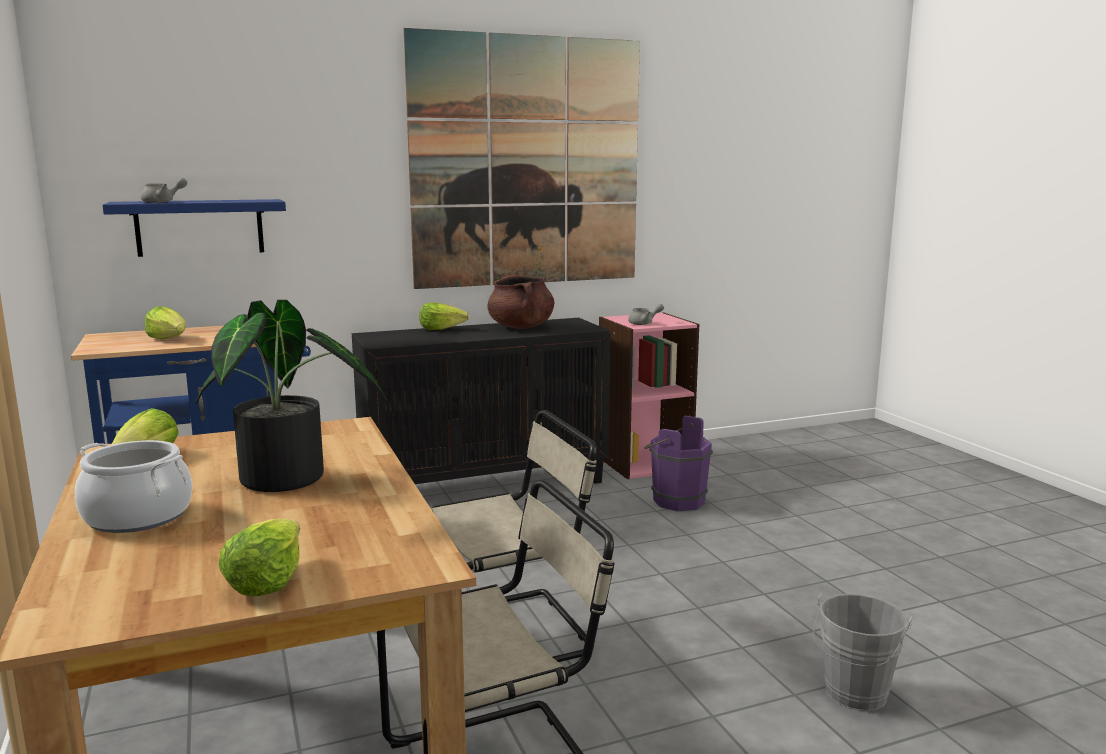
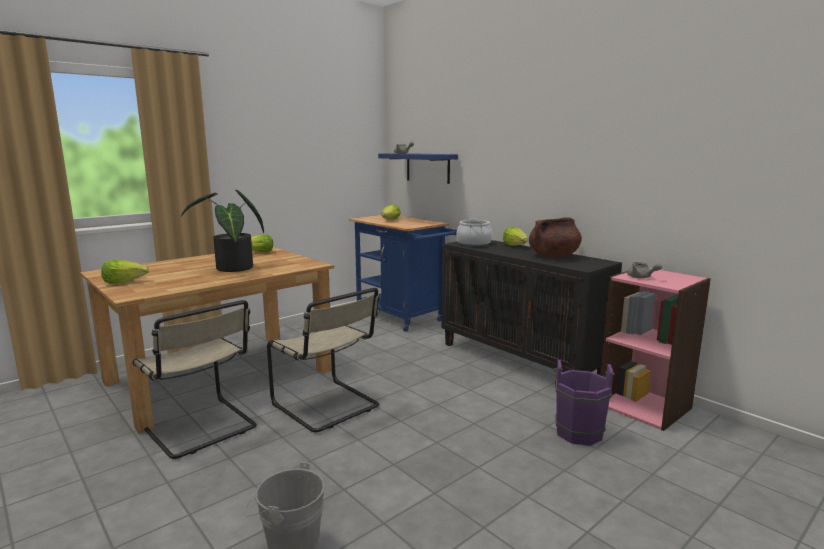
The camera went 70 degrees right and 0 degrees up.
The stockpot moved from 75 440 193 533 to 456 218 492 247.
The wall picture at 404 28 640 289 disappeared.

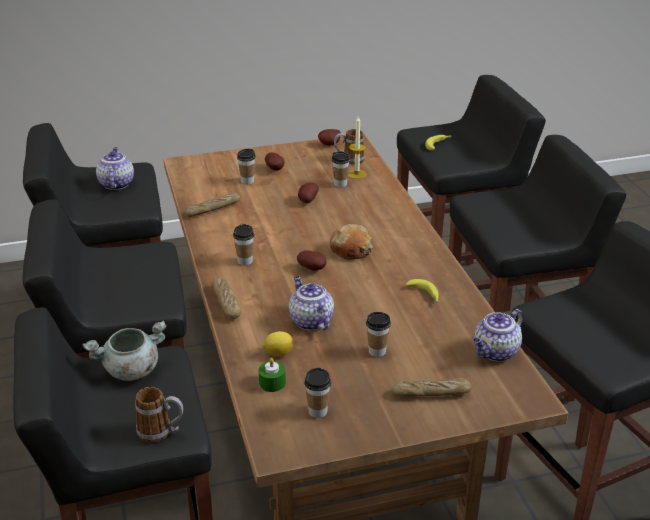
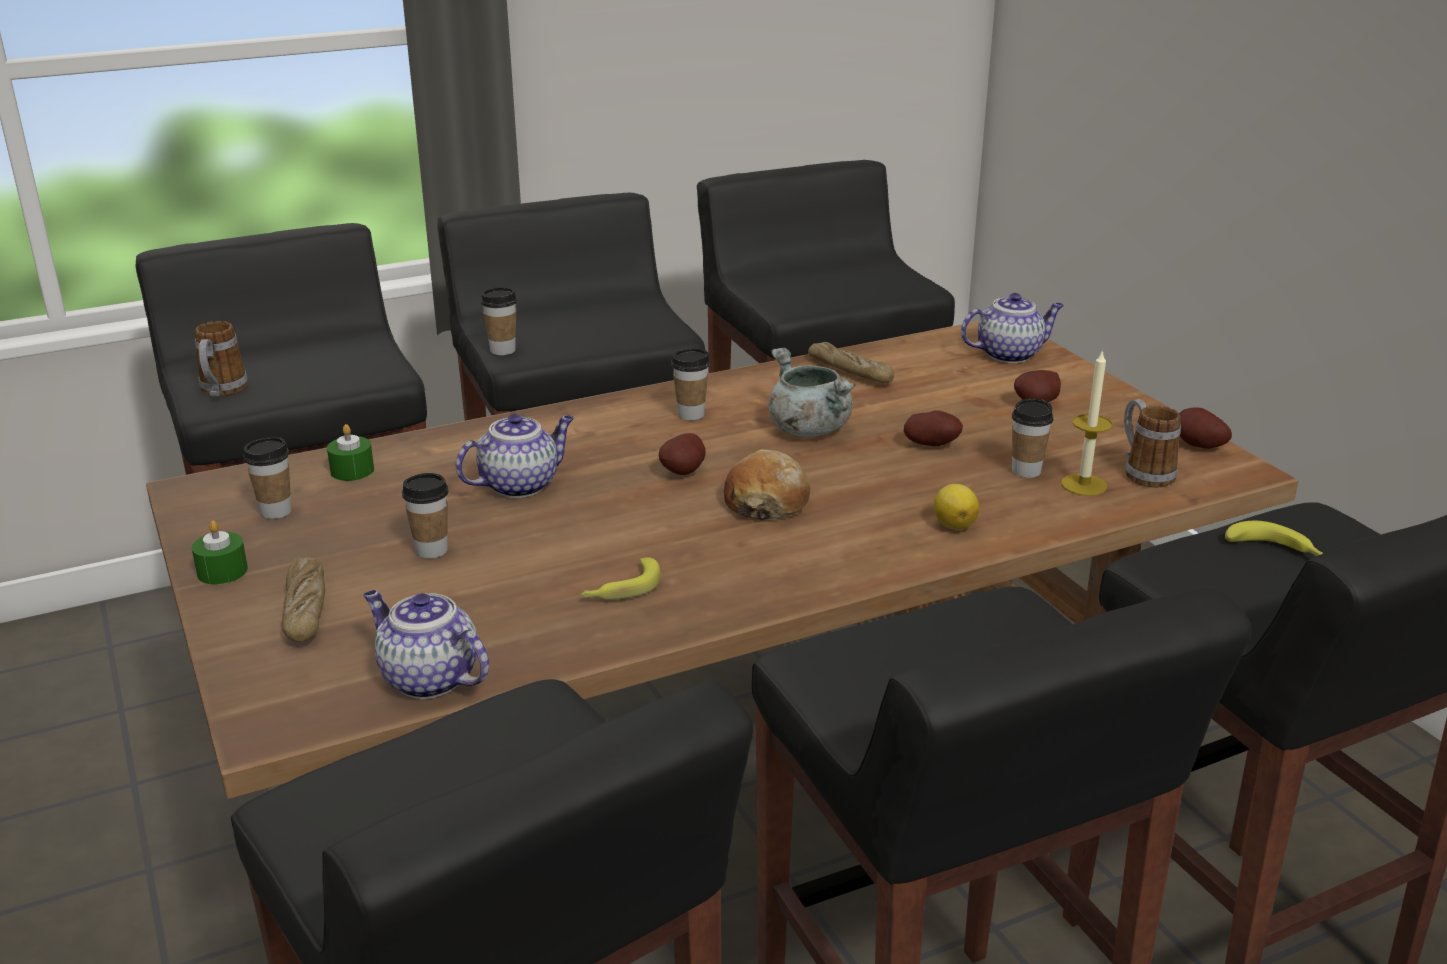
The camera went 80 degrees right and 5 degrees down.
The green-coloured candle at 192 521 248 584 appeared.
The cup moved from 237 149 256 184 to 481 287 517 355.
The grey stockpot moved from 82 321 166 381 to 768 348 855 437.
The citrus fruit moved from 263 331 293 357 to 934 484 979 530.
The pot for tea moved from 96 147 134 190 to 961 293 1064 363.
The bakery bread at 212 278 241 319 disappeared.

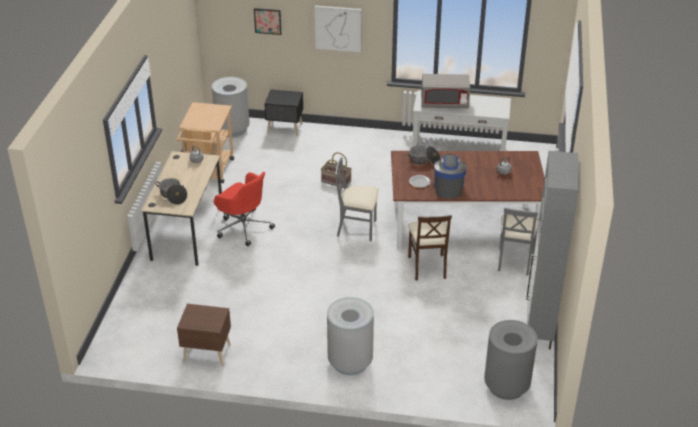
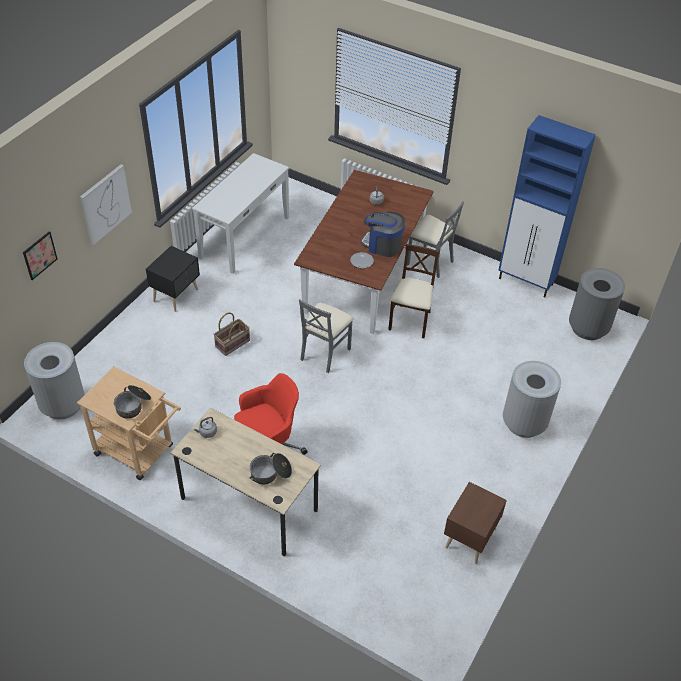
The camera went 70 degrees left and 10 degrees up.
The stockpot moved from 407 145 440 165 to 114 385 151 419.
The black night table moved from 264 89 303 136 to 146 246 200 312.
The beige plain chair at 408 215 452 280 turned 90 degrees counterclockwise.
The grey cabinet at 526 151 579 350 became the bluish cabinet at 498 115 596 297.
The grey microwave at 421 74 470 108 disappeared.

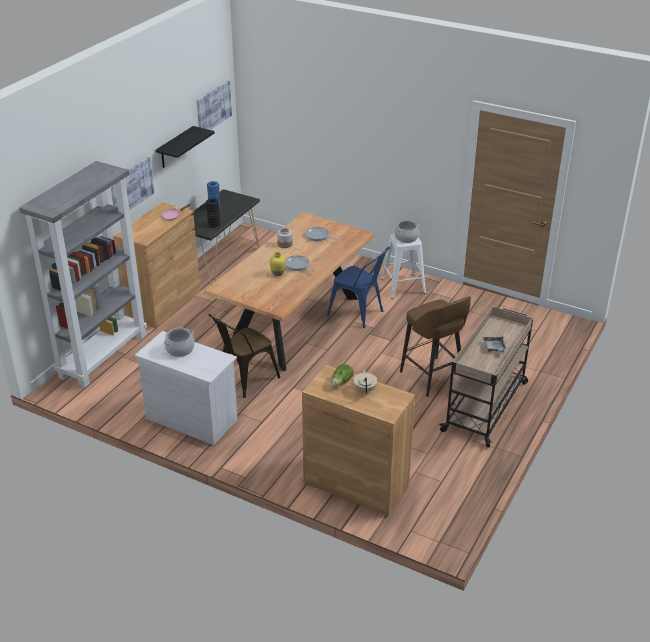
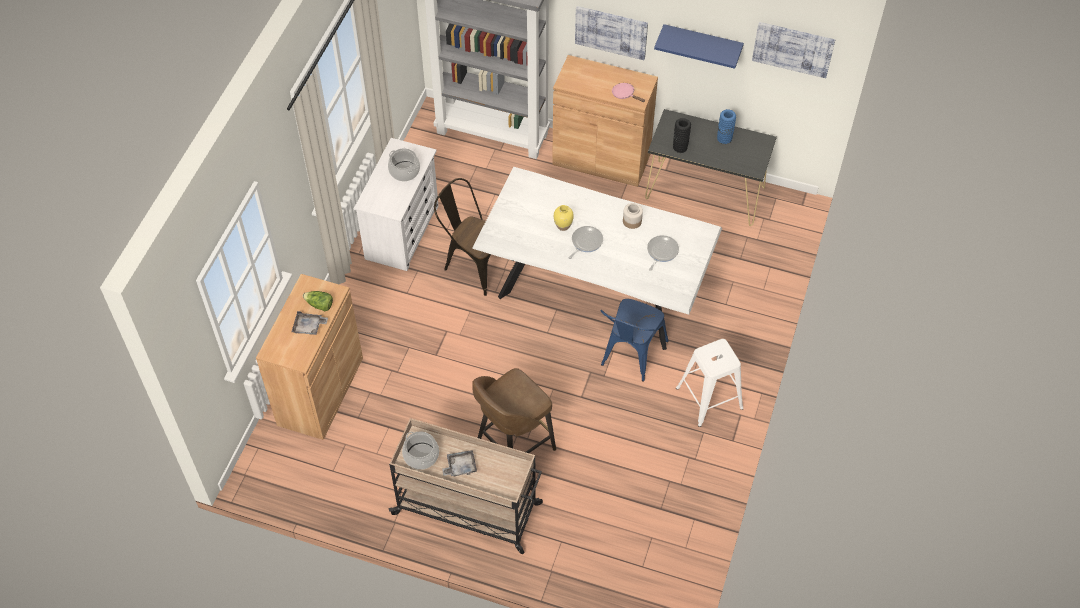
The camera went 80 degrees right and 20 degrees up.
The beige pot for tea at 353 369 377 394 was replaced by the grey tray at 291 311 328 335.
The stockpot moved from 394 220 419 243 to 402 431 439 470.
The brownish dinner table at 203 212 375 371 became the whitish dinner table at 472 167 722 350.
The black bracket shelf at 156 126 214 168 became the bluish bracket shelf at 654 24 744 69.

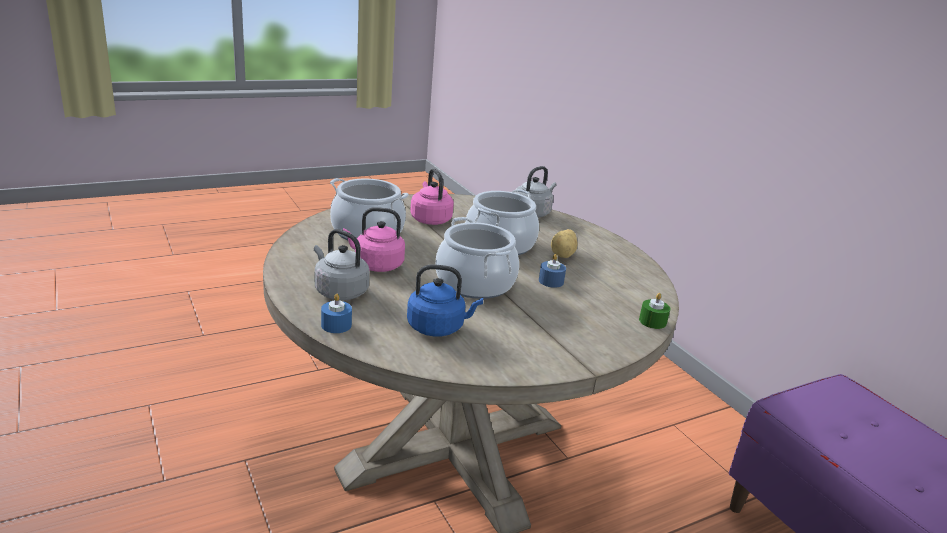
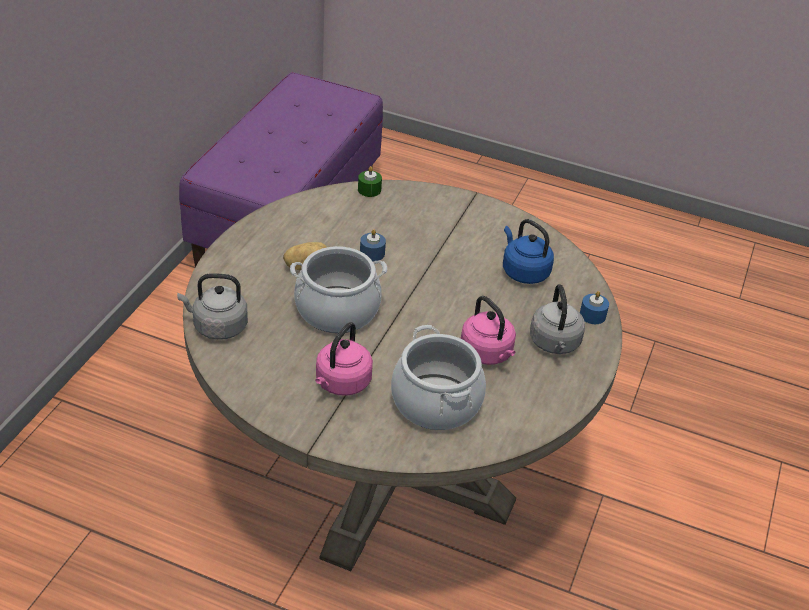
The camera went 130 degrees left and 15 degrees up.
The stockpot at 435 217 519 299 disappeared.

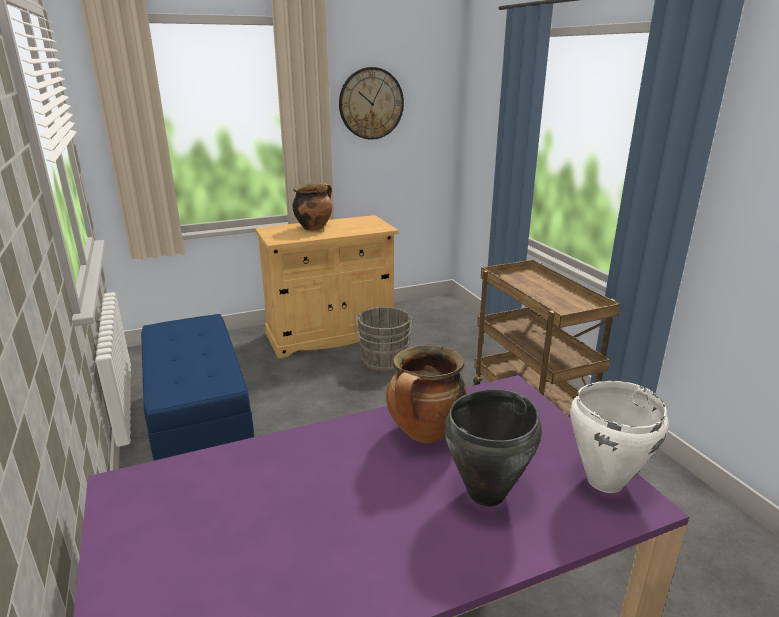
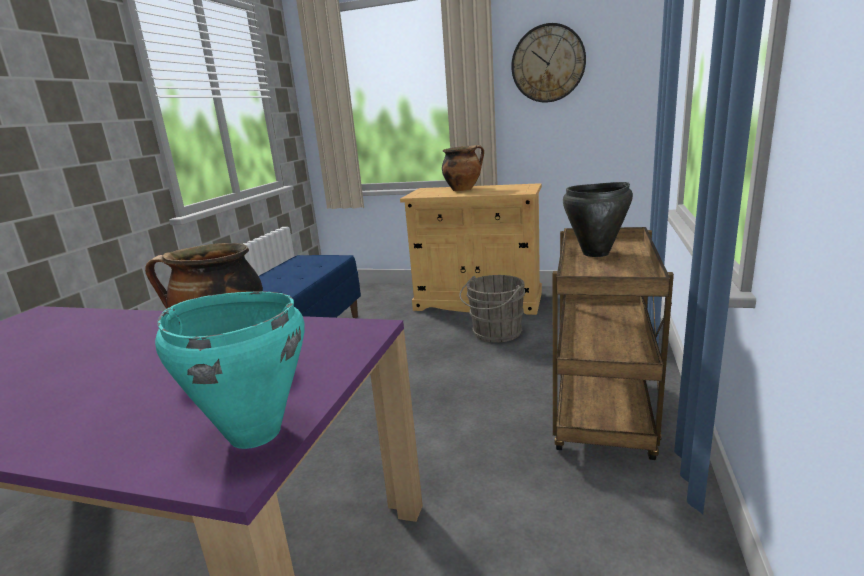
The camera went 40 degrees right and 5 degrees down.
The whitish stockpot at 570 381 669 493 became the blue-green stockpot at 155 292 304 449.
The black stockpot moved from 444 389 542 506 to 563 182 633 257.

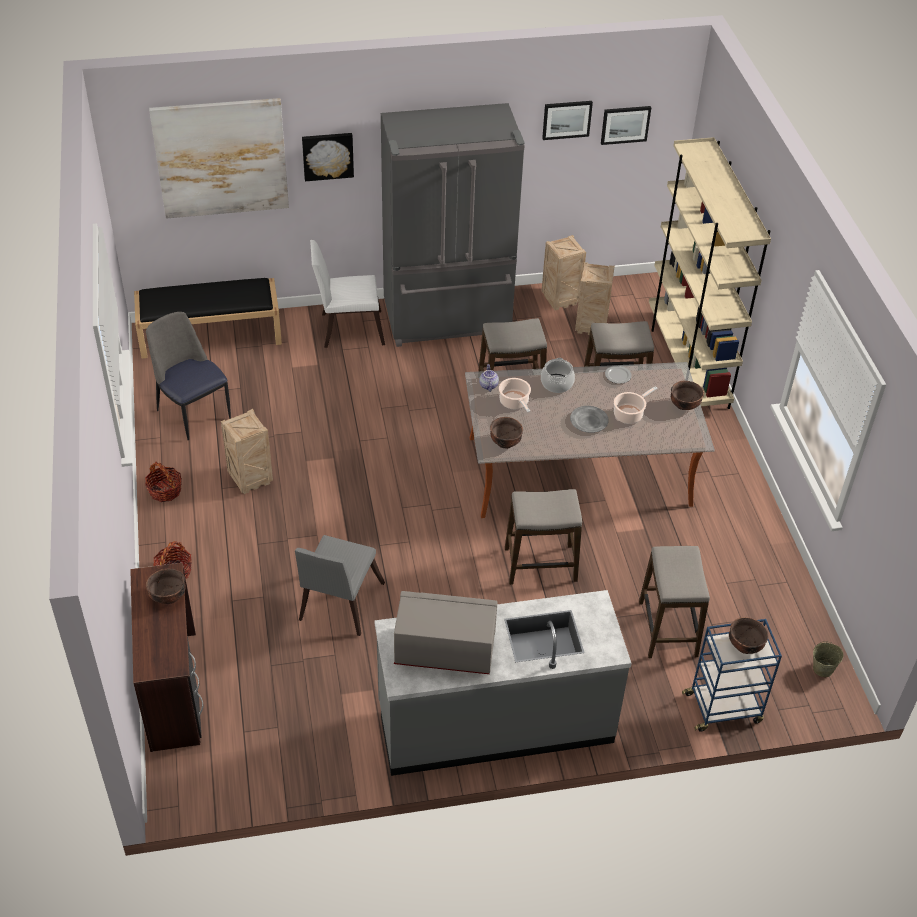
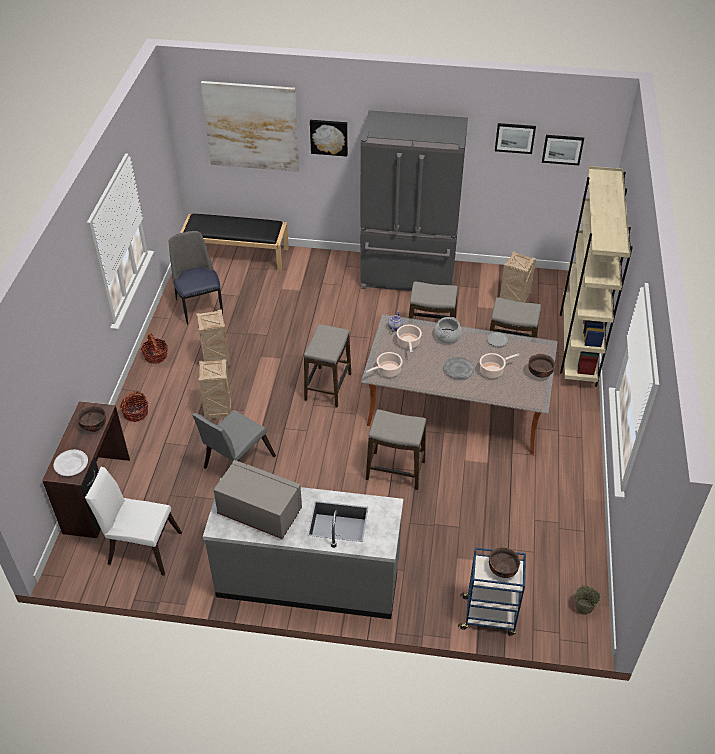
The camera went 20 degrees right and 0 degrees up.
The whitish flat dish at 54 450 88 476 appeared.
The whitish plain chair moved from 310 240 385 348 to 85 467 182 576.
The shipping crate moved from 542 235 586 310 to 198 359 232 420.
The stool seat moved from 639 546 710 658 to 304 324 351 407.
The brownish bowl at 490 417 523 449 was replaced by the stockpot at 365 352 403 378.

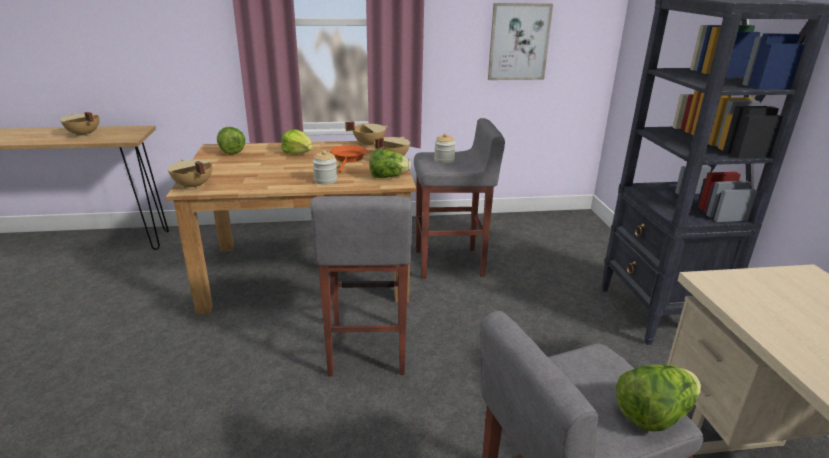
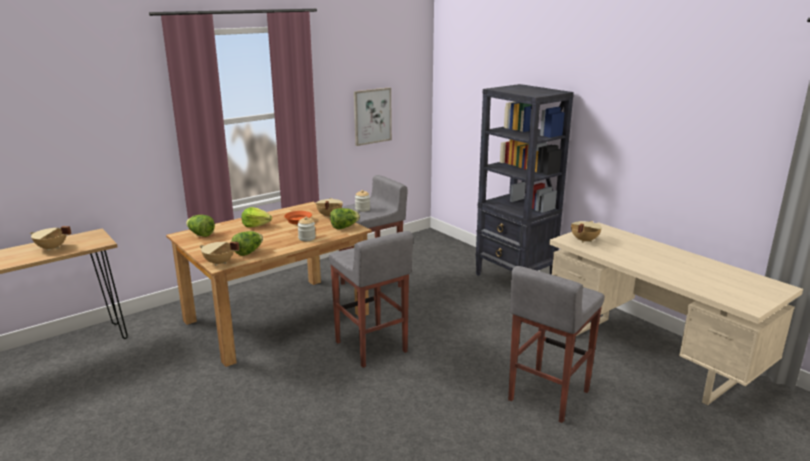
The camera went 30 degrees left and 5 degrees down.
The lettuce moved from 616 365 701 432 to 231 231 263 256.
The beige stockpot moved from 345 121 388 147 to 571 221 602 243.

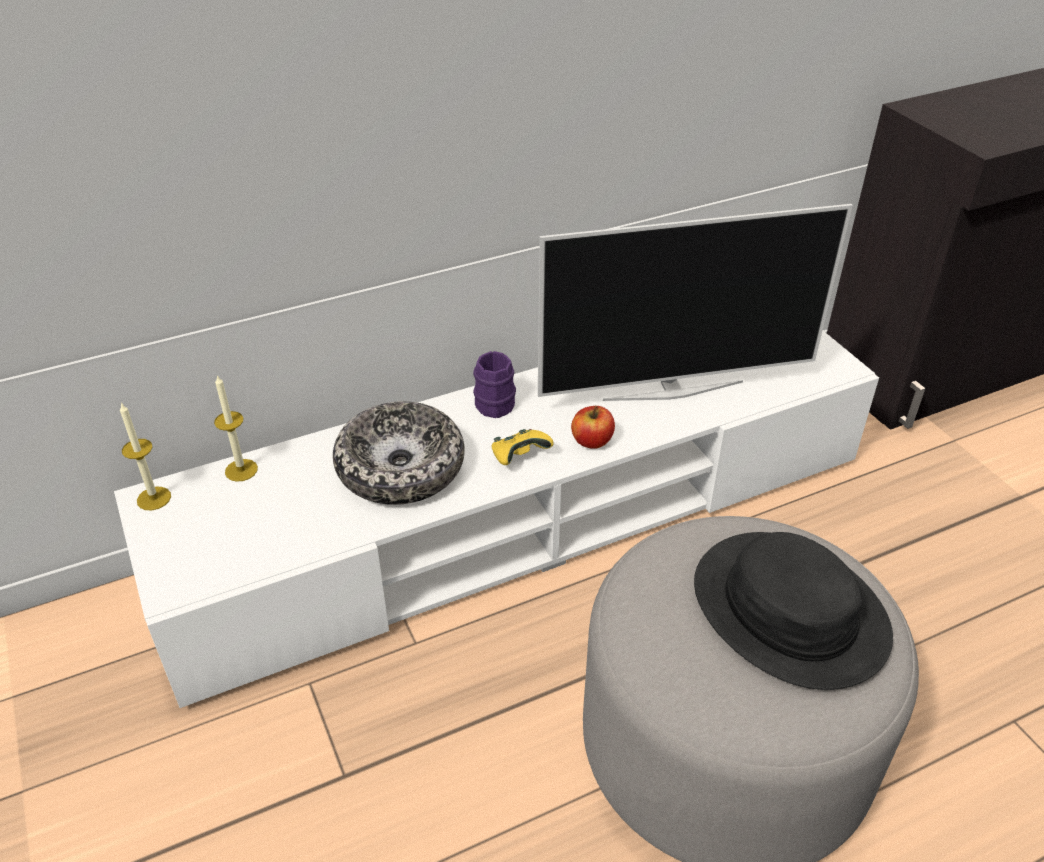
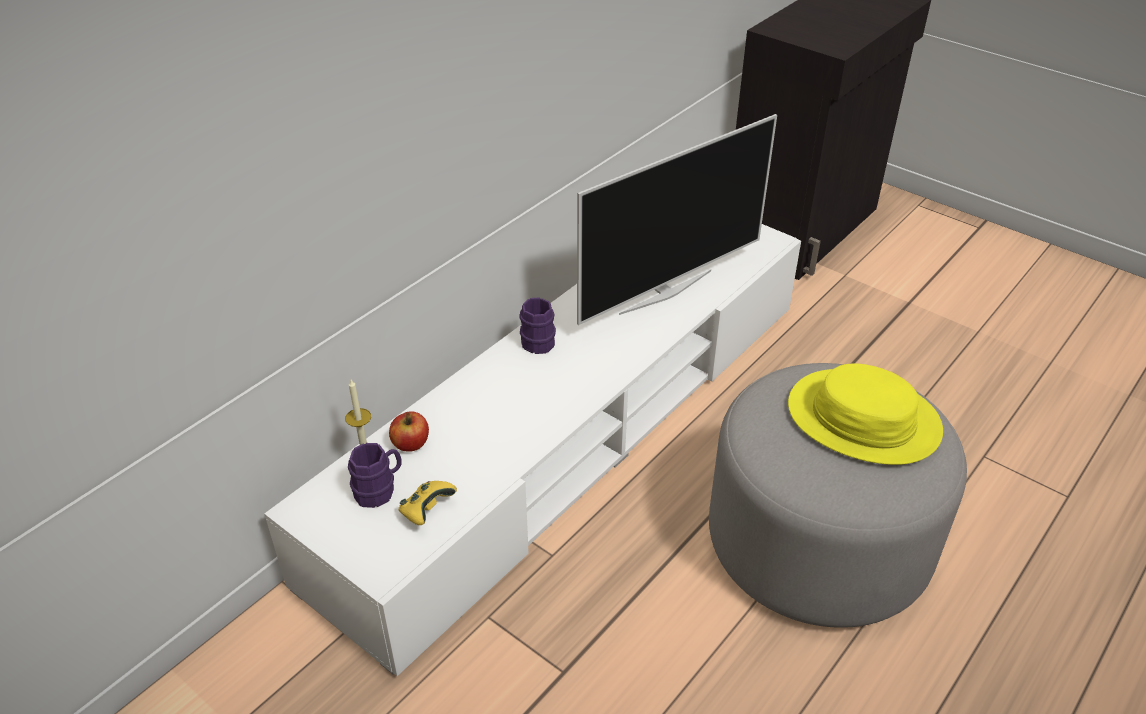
The camera went 25 degrees left and 0 degrees up.
The purple coffee mug at 348 443 402 508 appeared.
The apple fruit moved from 571 406 615 449 to 389 411 429 452.
The yellow joypad moved from 491 429 554 465 to 398 481 457 525.
The black hat at 694 532 893 690 became the yellow hat at 788 363 943 465.
The candle at 120 402 171 510 disappeared.
The bowl at 333 401 465 505 disappeared.

